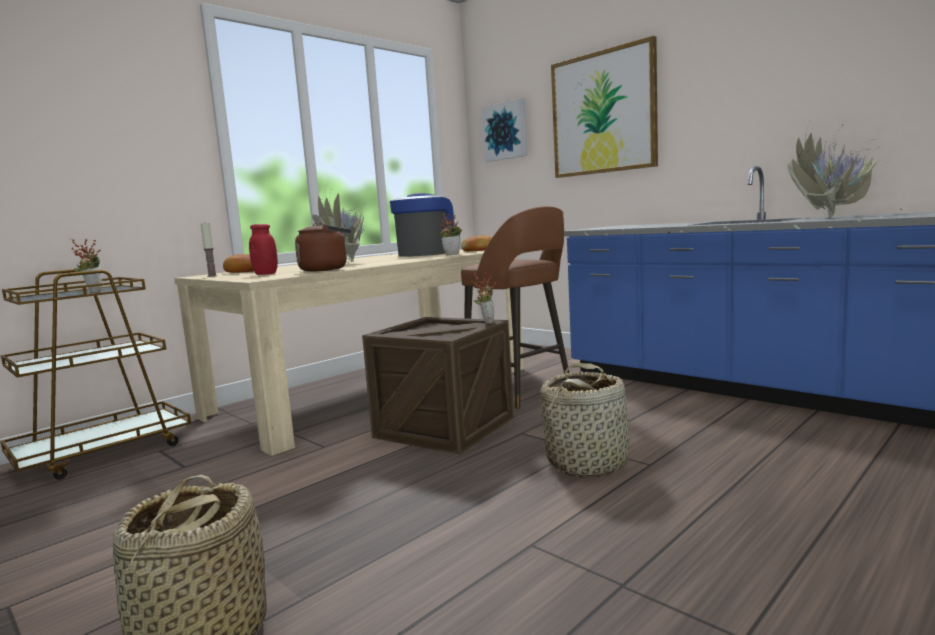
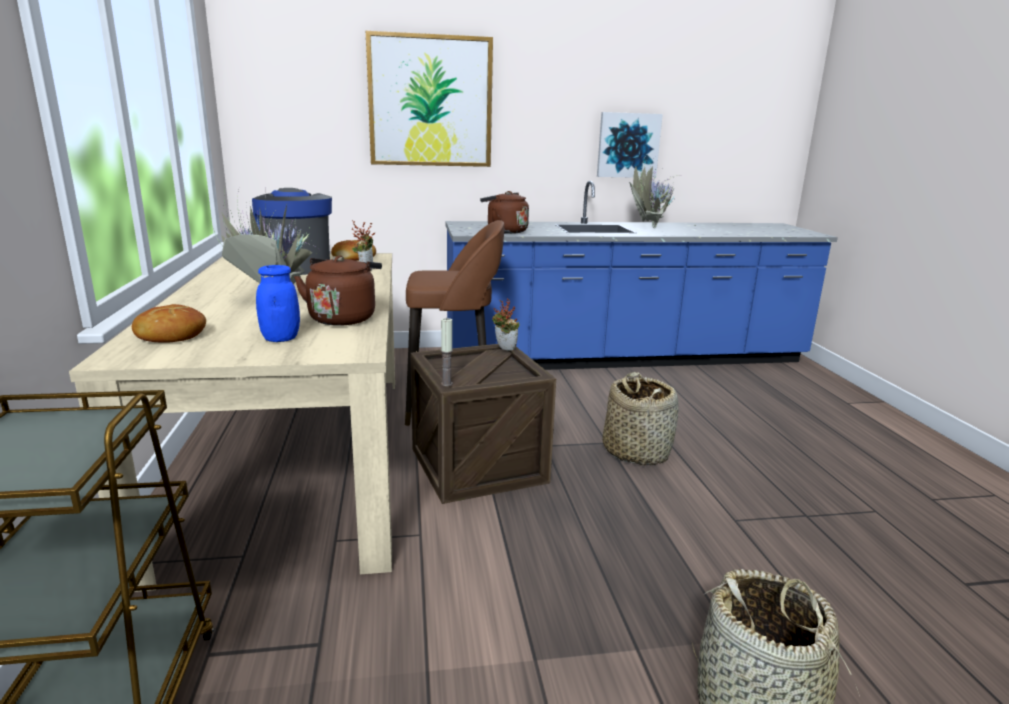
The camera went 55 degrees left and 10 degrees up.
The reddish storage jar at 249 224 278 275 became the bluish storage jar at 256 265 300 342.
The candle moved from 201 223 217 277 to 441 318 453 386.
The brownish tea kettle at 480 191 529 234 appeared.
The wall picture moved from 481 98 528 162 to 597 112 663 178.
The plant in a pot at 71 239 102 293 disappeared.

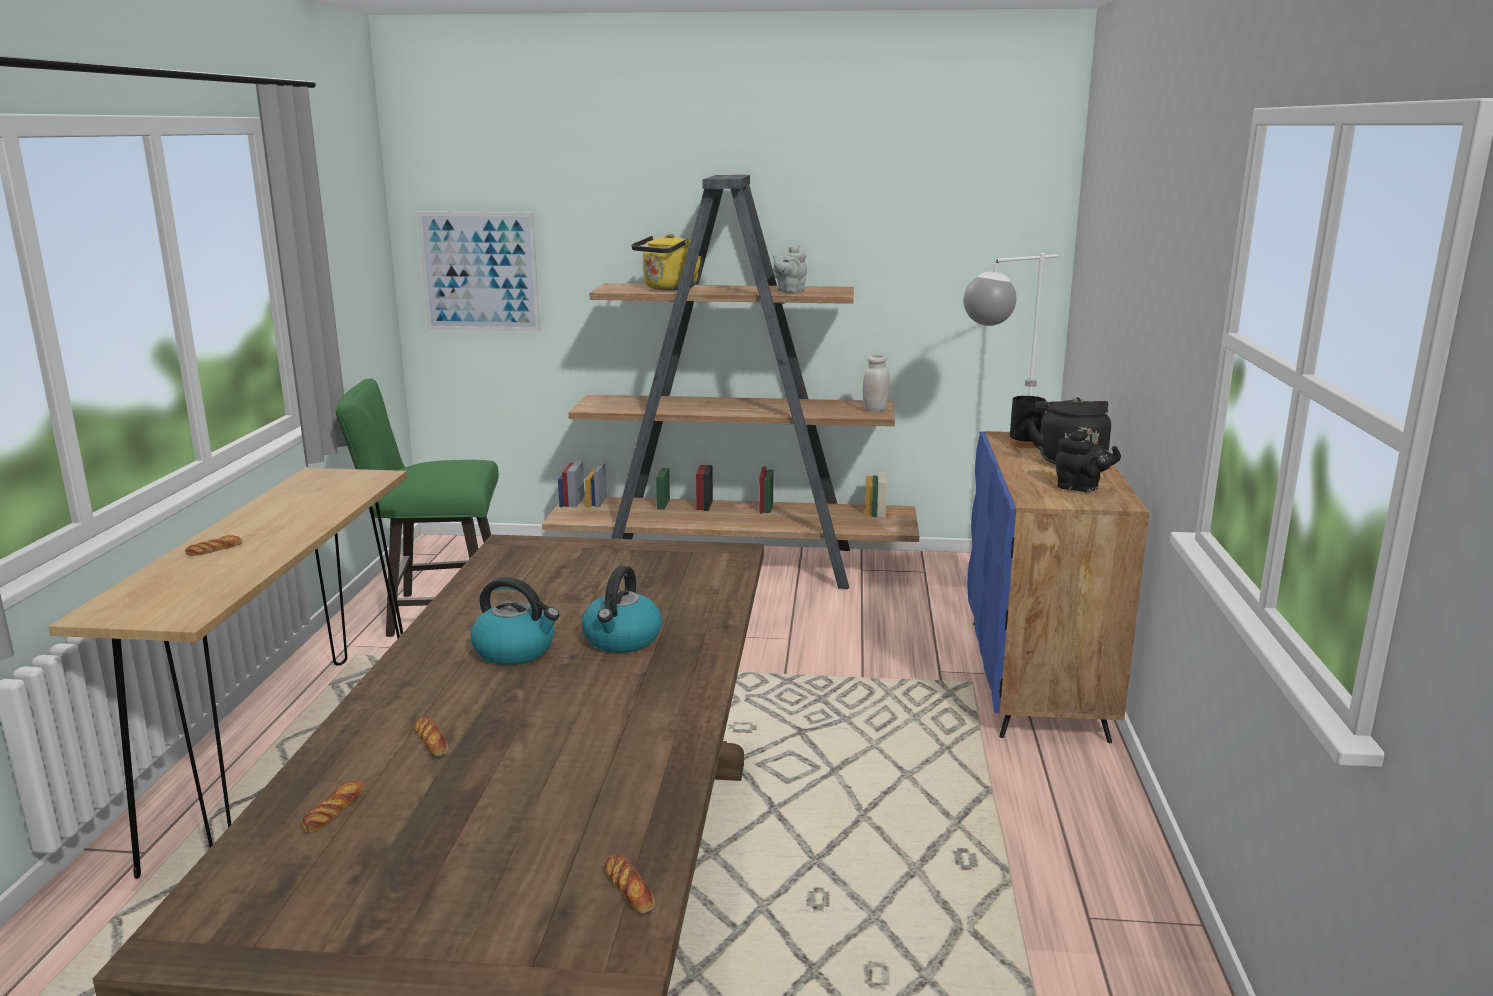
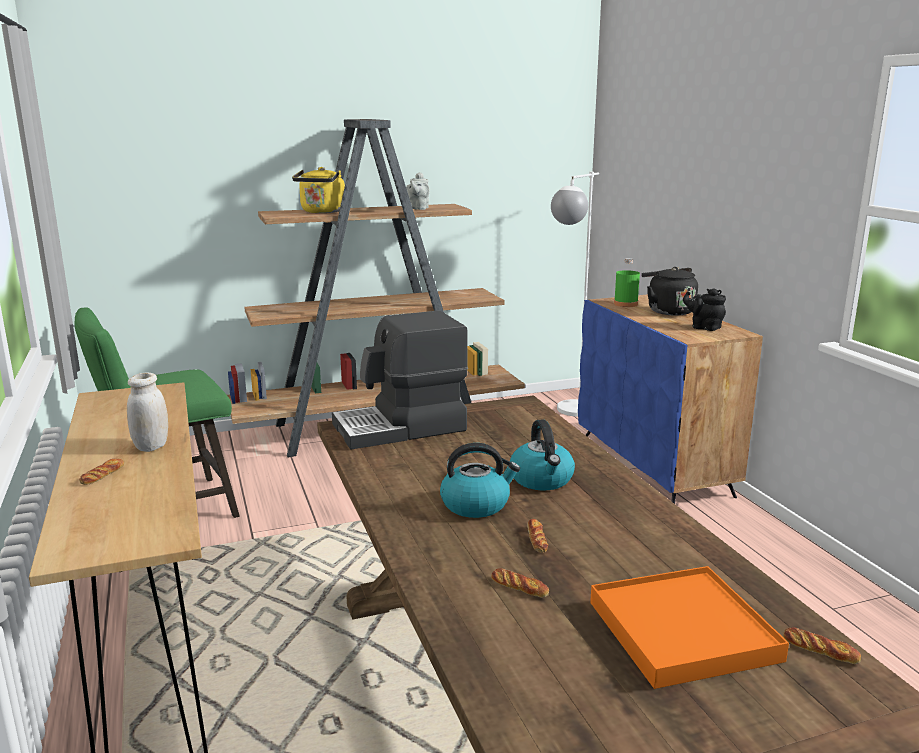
The camera went 25 degrees left and 0 degrees up.
The whitish storage jar moved from 863 355 890 412 to 127 372 168 452.
The coffee machine at 332 310 468 449 appeared.
The bakery bread moved from 301 781 365 832 to 527 519 548 553.
The orangey tray at 590 566 789 689 appeared.
The black bottle at 1009 379 1046 448 became the green-coloured bottle at 614 258 640 307.
The black pot for tea at 1055 430 1121 492 turned 150 degrees counterclockwise.
The wall picture at 417 212 540 331 disappeared.

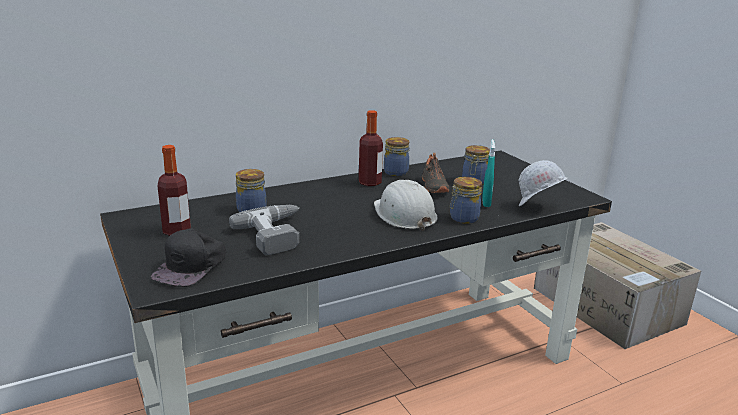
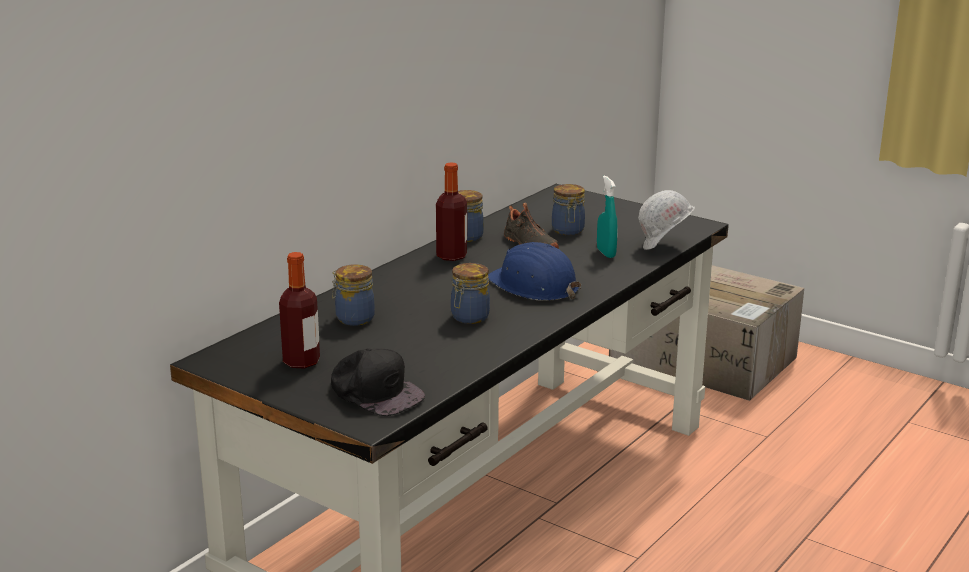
The camera went 25 degrees left and 0 degrees up.
The black cap at 151 228 226 287 turned 45 degrees counterclockwise.
The storage jar moved from 450 177 482 224 to 451 263 490 324.
The whitish work helmet at 374 180 438 231 became the bluish work helmet at 488 242 581 301.
The drill at 229 205 299 255 disappeared.

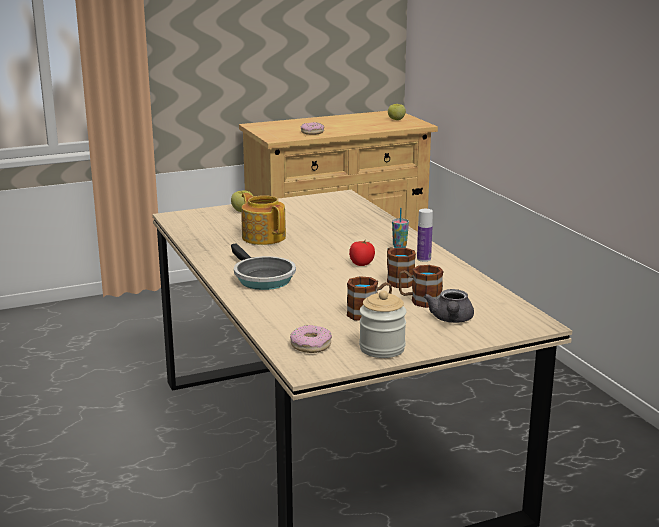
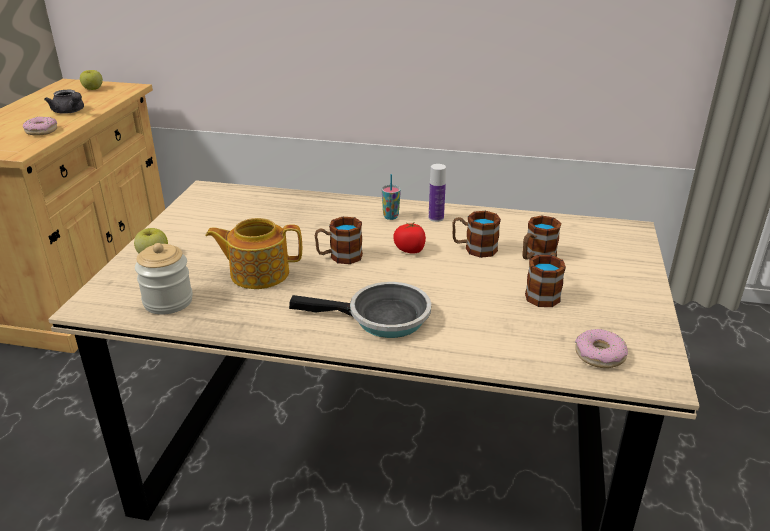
The camera went 55 degrees left and 10 degrees up.
The grey pot for tea moved from 424 289 474 323 to 44 90 84 114.
The storage jar moved from 359 290 407 358 to 135 243 193 314.
The coffee mug at 315 217 363 264 appeared.

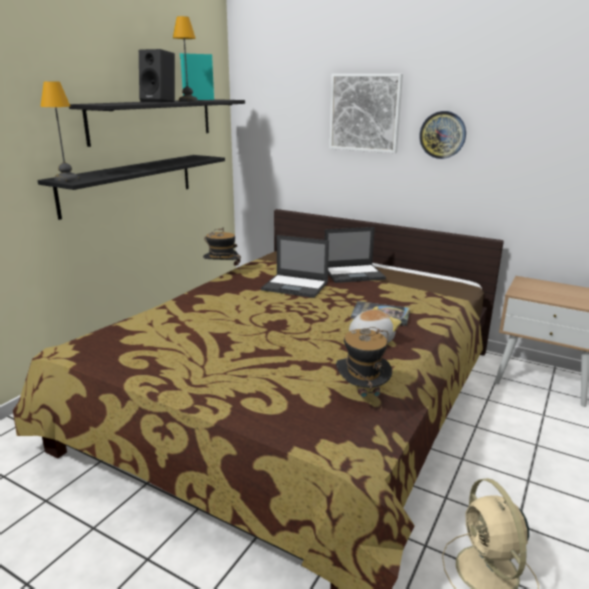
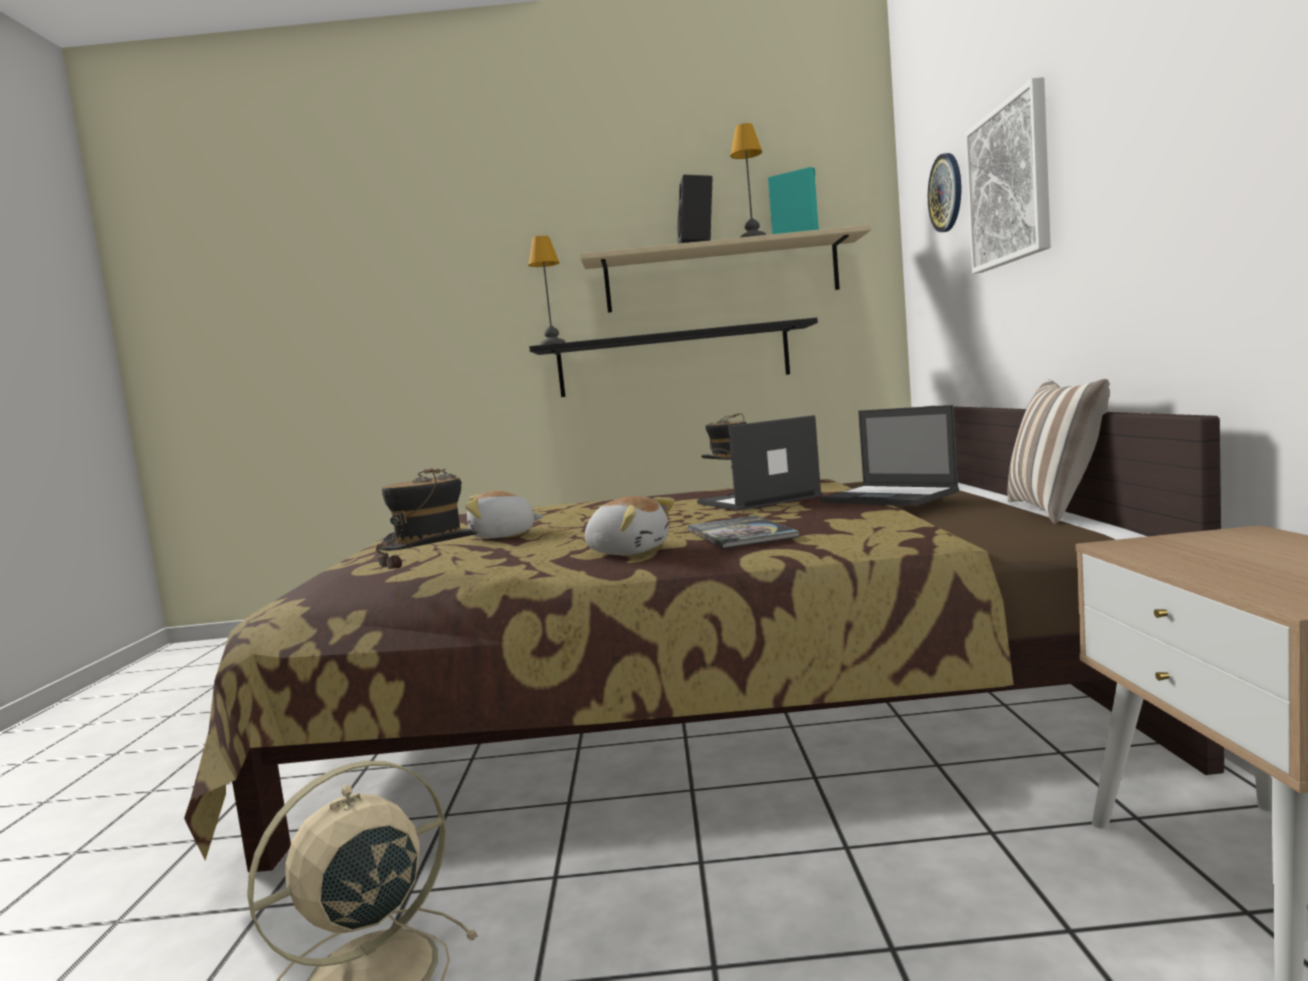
The camera went 60 degrees right and 15 degrees down.
The cuddly toy at 465 491 544 538 appeared.
The black bracket shelf at 69 99 245 147 became the beige bracket shelf at 580 224 872 313.
The portable computer at 261 235 329 298 turned 75 degrees clockwise.
The hanging clock moved from 419 111 466 159 to 928 153 961 232.
The pillow at 1007 379 1109 524 appeared.

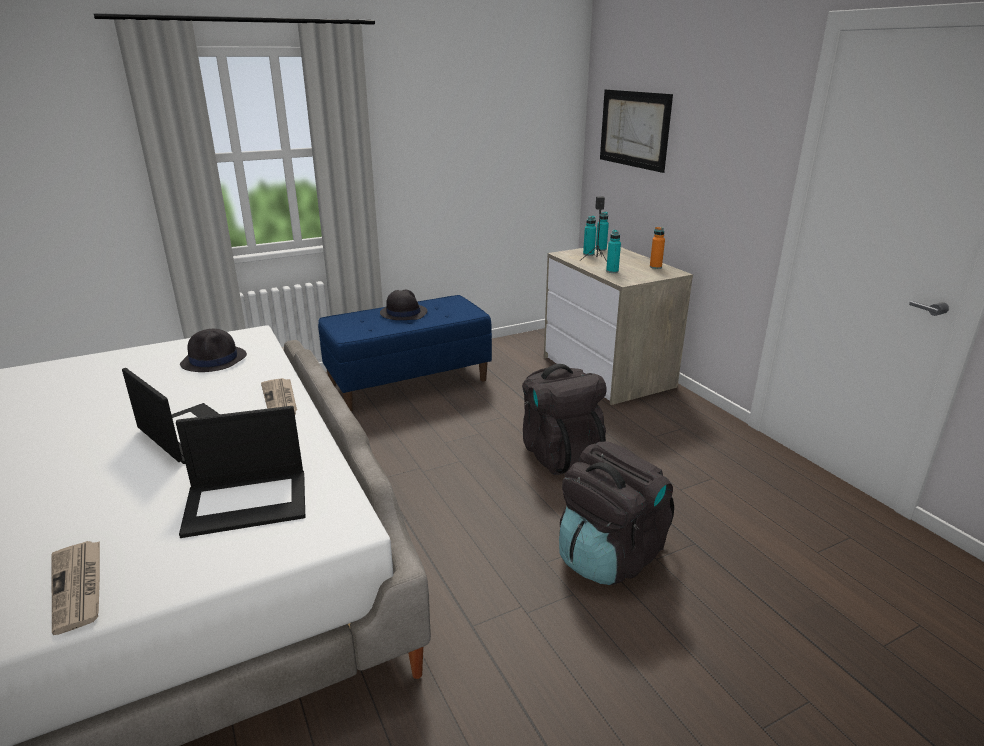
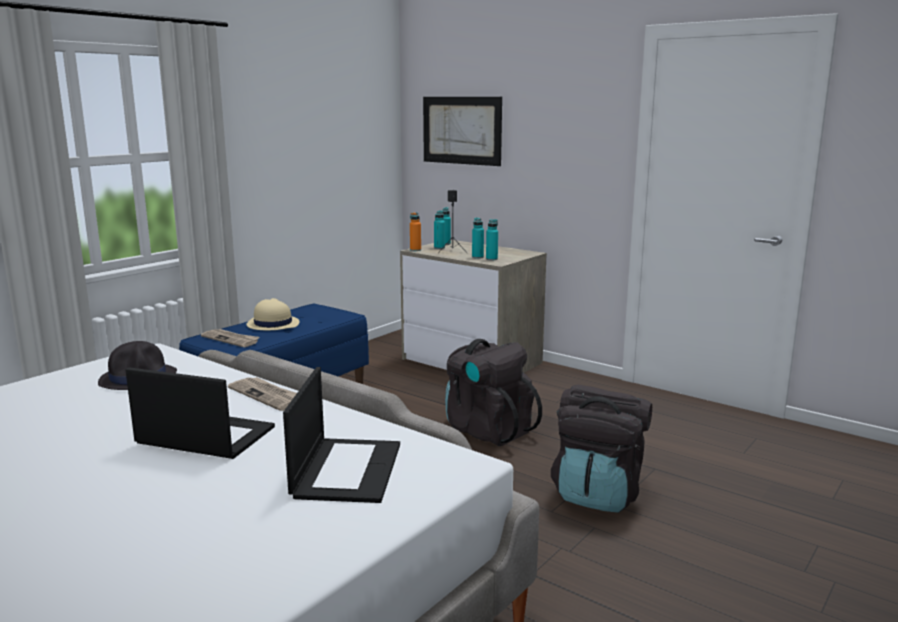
The camera went 25 degrees left and 10 degrees down.
The newspaper moved from 51 541 100 635 to 201 329 260 347.
The black hat at 380 290 427 320 became the beige hat at 246 298 300 330.
The portable computer at 176 406 305 538 turned 45 degrees counterclockwise.
The orangey bottle moved from 650 227 665 269 to 410 213 421 251.
The blue-green bottle at 486 219 498 260 appeared.

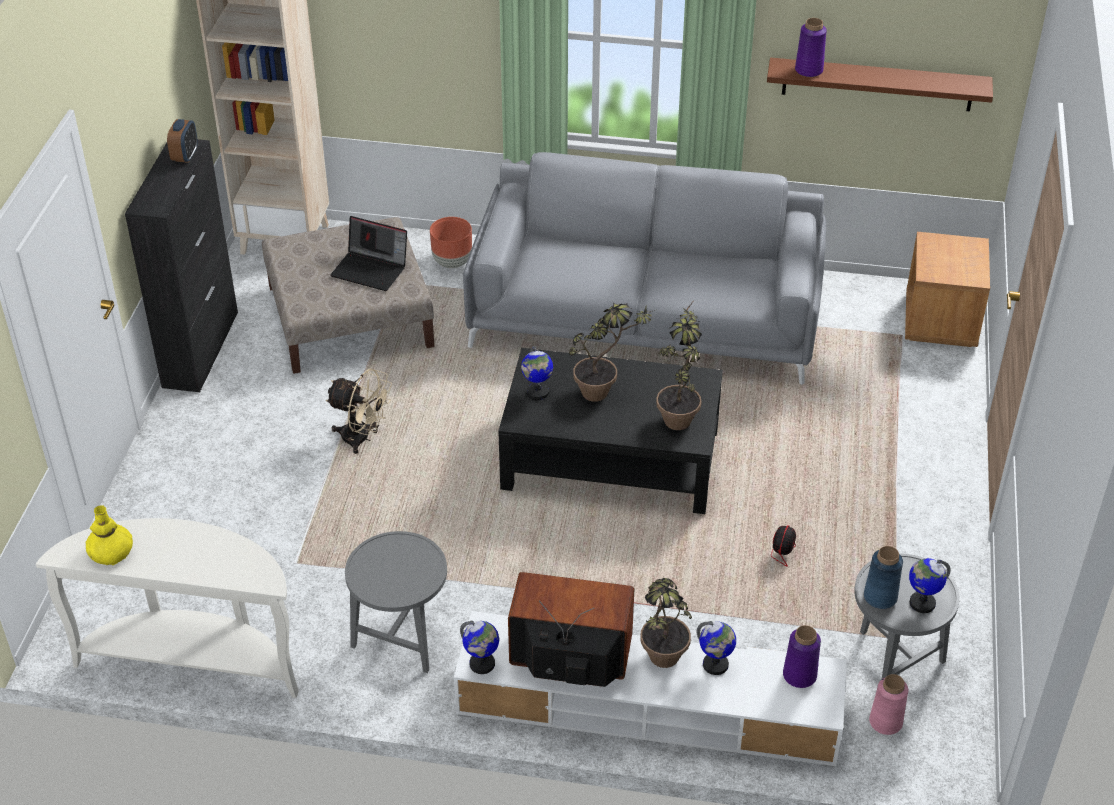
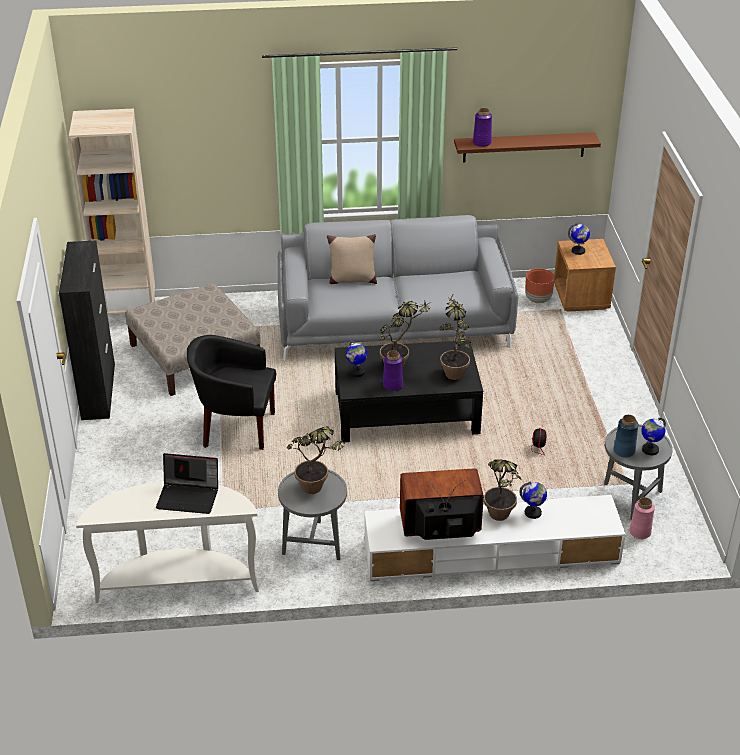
The camera went 15 degrees left and 5 degrees down.
The portable computer moved from 330 216 407 291 to 156 453 218 514.
The beige electric fan at 326 369 392 454 was replaced by the black easy chair at 187 335 276 450.
The plant in a pot at 286 426 345 494 appeared.
The beige pillow at 327 234 377 284 appeared.
The purple flower vase moved from 783 625 821 688 to 383 350 403 391.
The brownish planter moved from 430 217 472 268 to 525 268 555 303.
The world globe moved from 460 621 499 674 to 568 223 590 255.
The yellow flower vase at 85 505 133 565 disappeared.
The table clock at 167 119 198 163 disappeared.

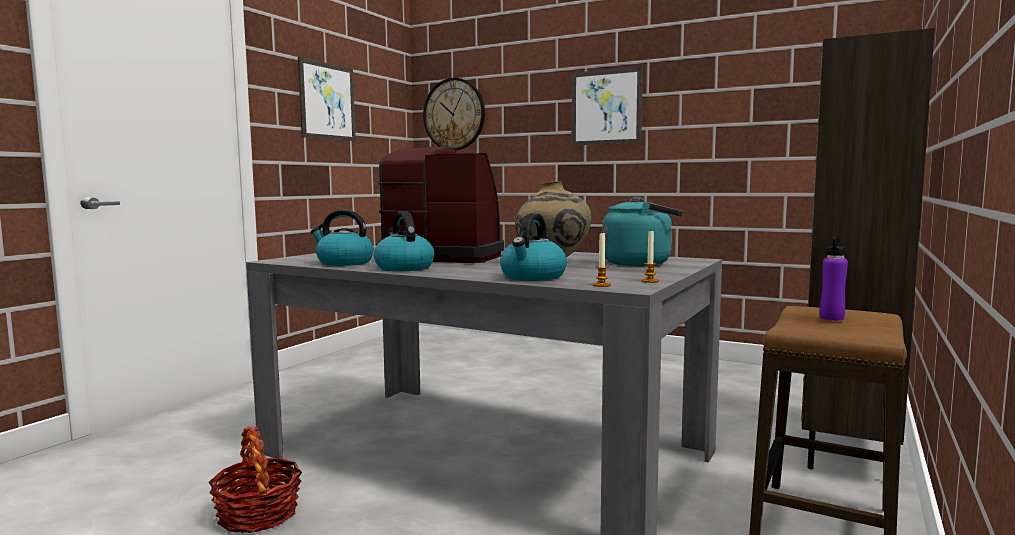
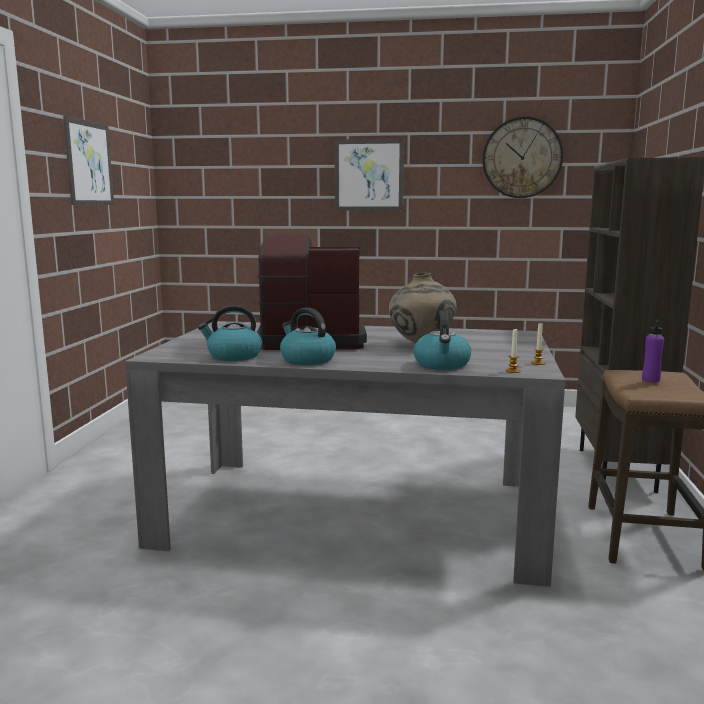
The camera went 20 degrees left and 5 degrees up.
The hanging clock moved from 423 78 485 150 to 482 116 563 198.
The household basket at 209 427 302 533 disappeared.
The blue-green tea kettle at 602 197 683 266 disappeared.

